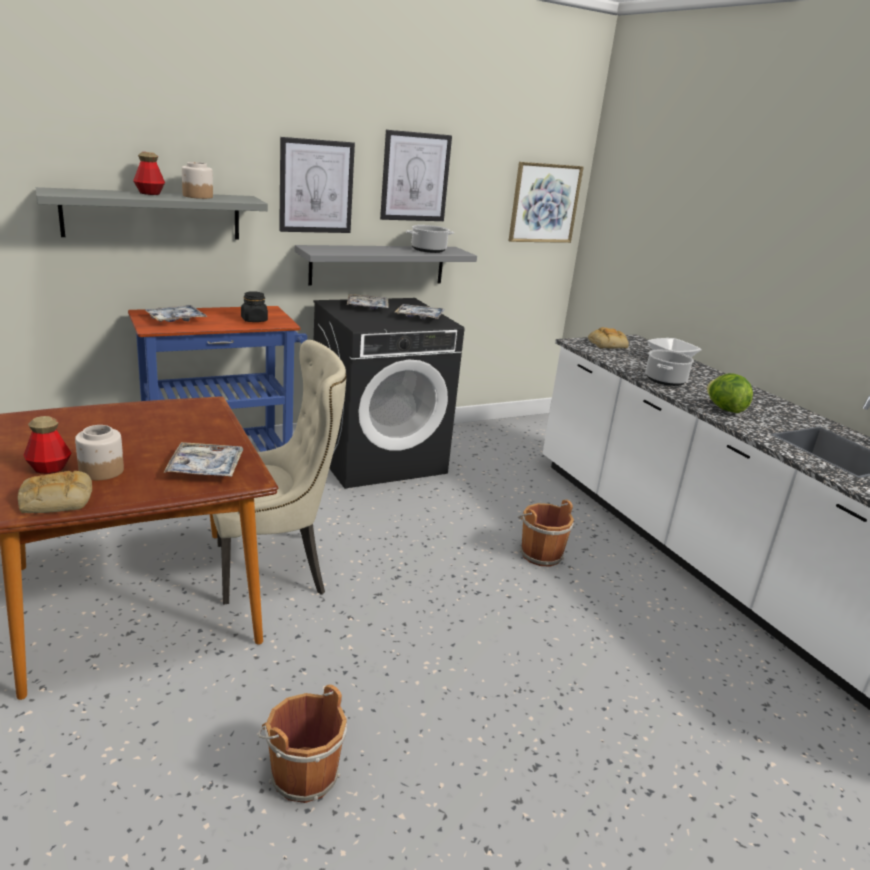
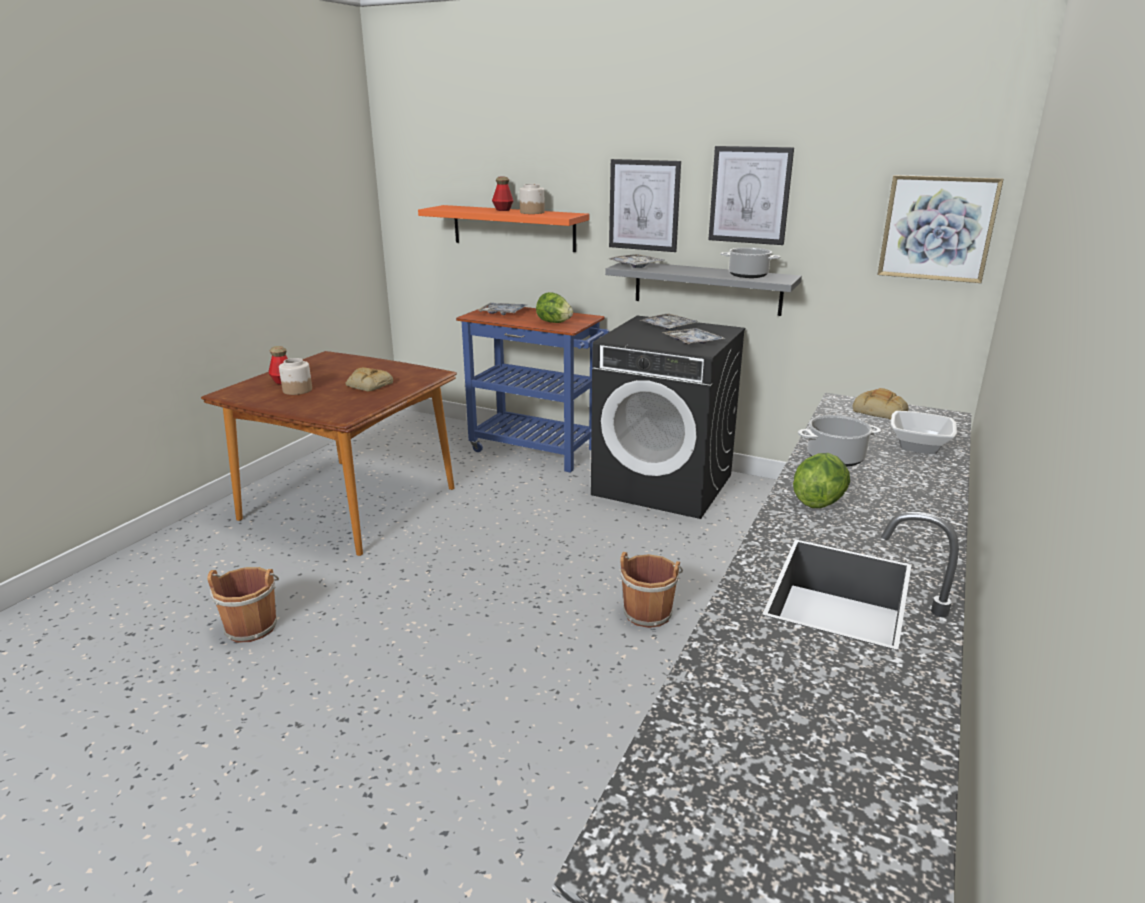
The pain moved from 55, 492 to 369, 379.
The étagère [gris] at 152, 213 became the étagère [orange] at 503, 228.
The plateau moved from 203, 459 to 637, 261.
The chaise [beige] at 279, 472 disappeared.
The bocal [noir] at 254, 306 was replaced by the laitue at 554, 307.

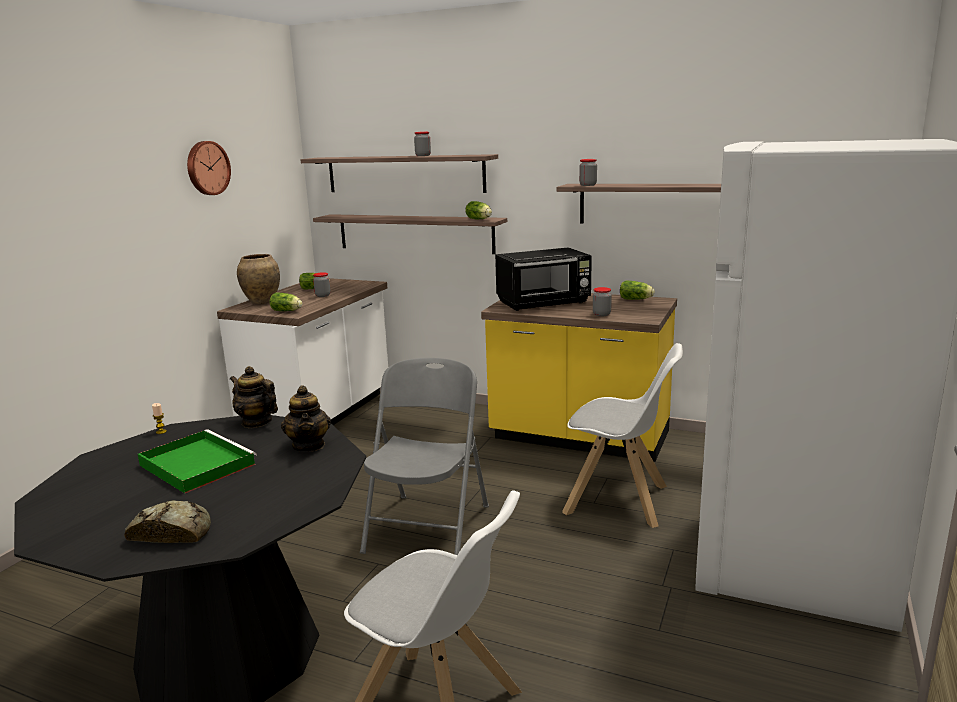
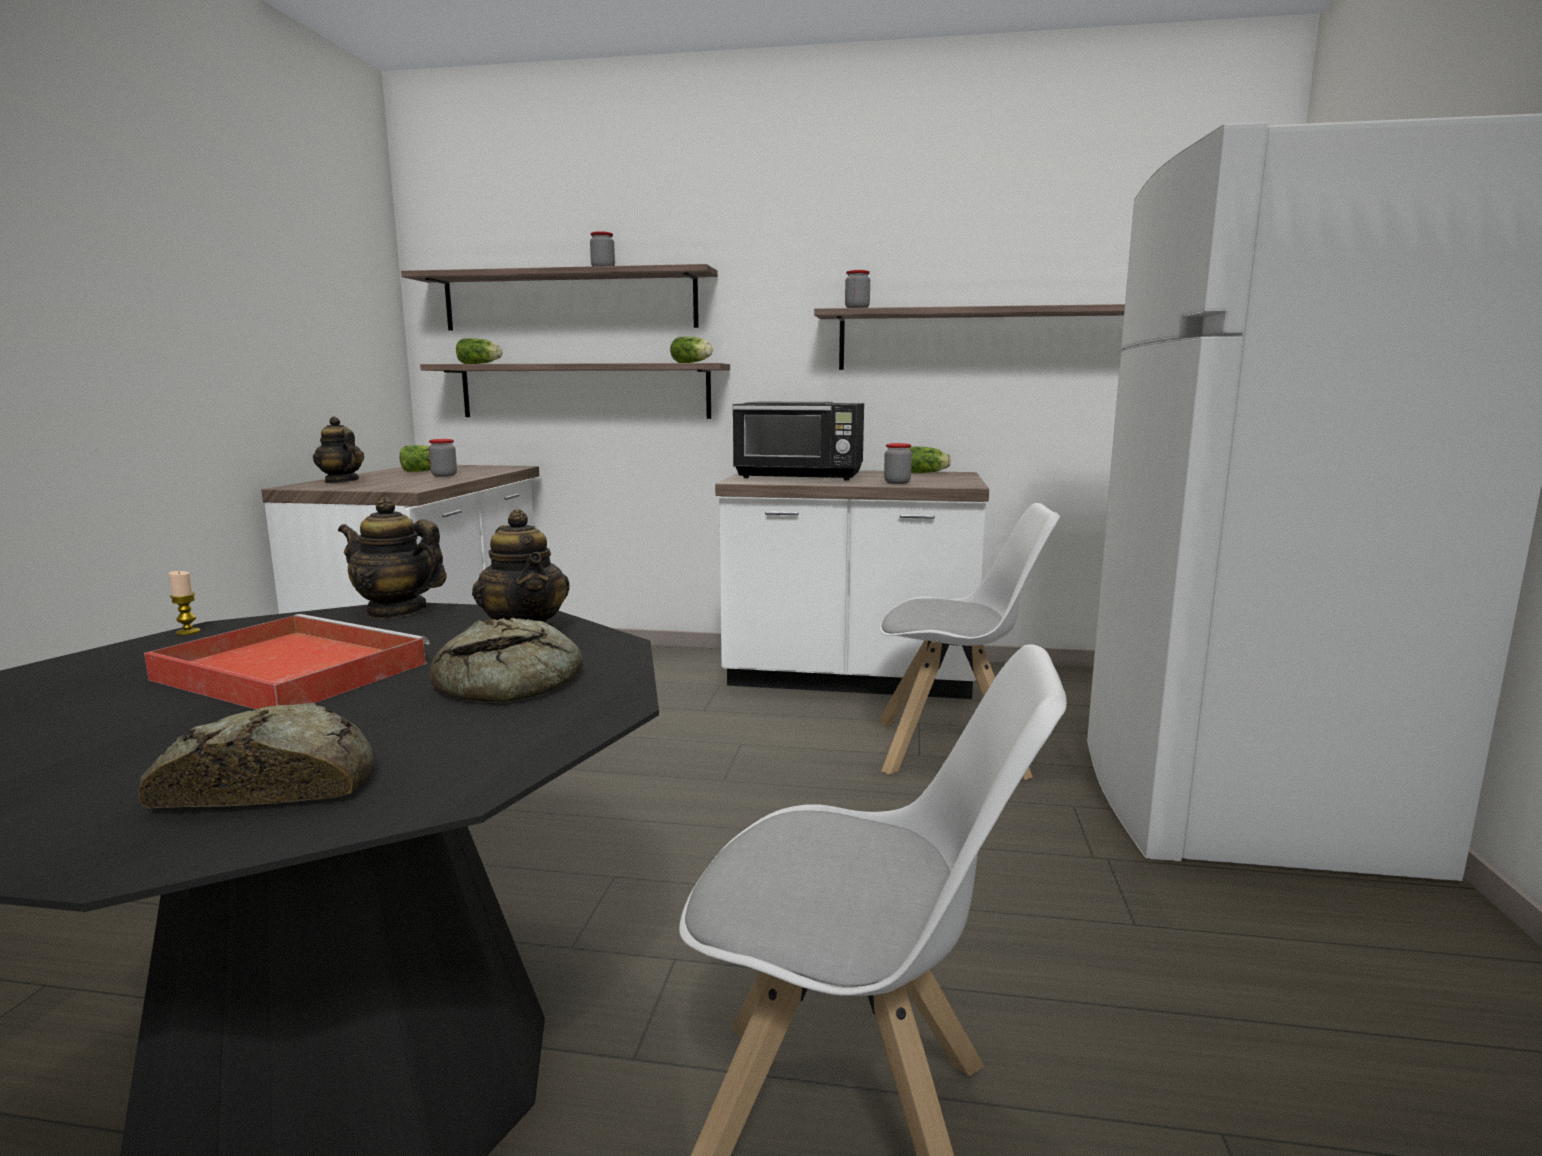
The plateau [vert] at 197, 461 became the plateau [rouge] at 287, 661.
The horloge murale at 209, 168 disappeared.
The vase [marron] at 258, 279 was replaced by the théière at 338, 450.
The laitue moved from 285, 301 to 479, 351.
The chaise [gris] at 424, 456 disappeared.
The comptoir de cuisine [jaune] at 579, 377 became the comptoir de cuisine [blanc] at 852, 584.
The micro-ondes [noir] at 543, 279 turned 45 degrees clockwise.
The pain at 505, 660 appeared.

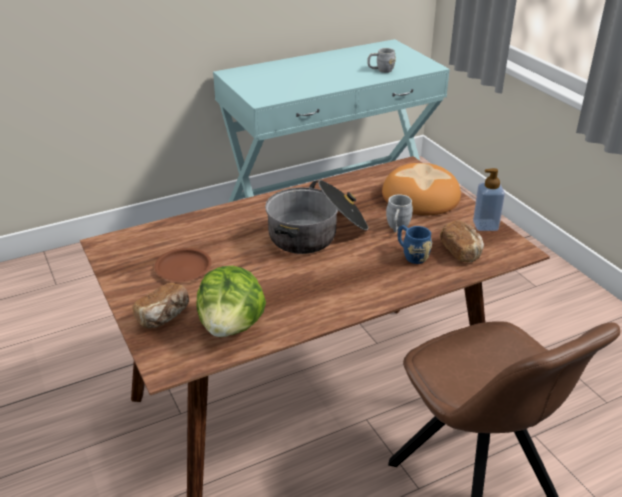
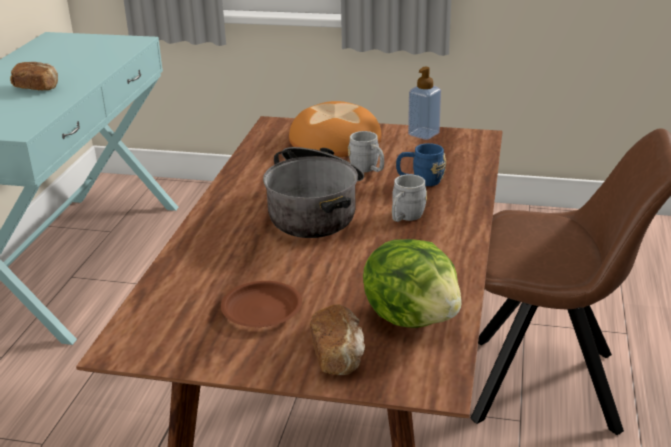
The mug [gris] moved from 381, 60 to 409, 198.
The pain moved from 462, 241 to 34, 76.

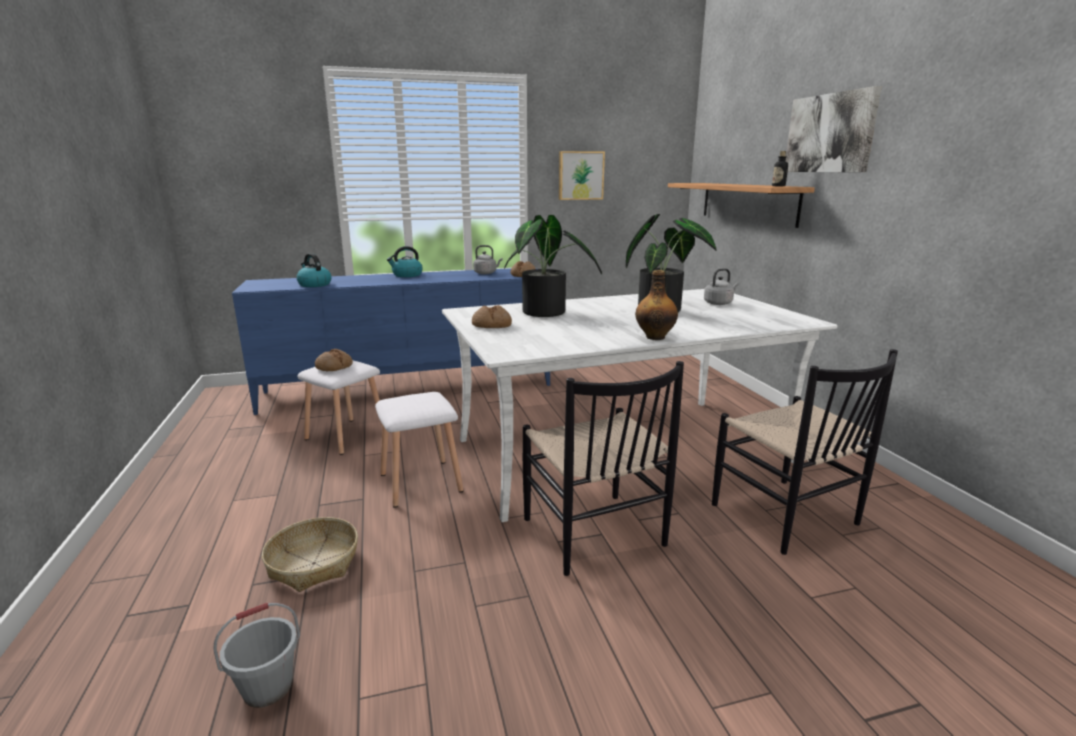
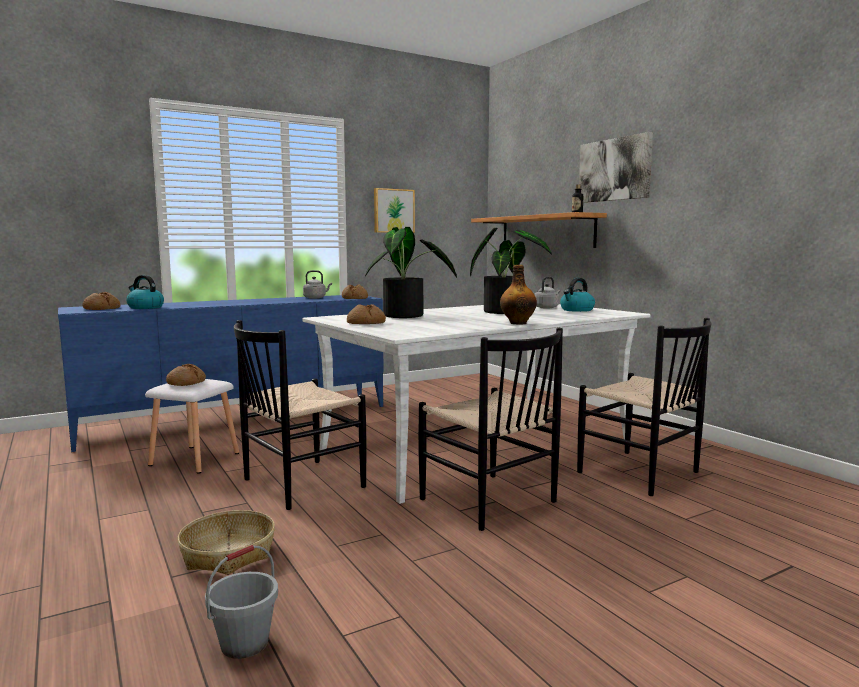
The tabouret [blanc] at 419, 450 was replaced by the chaise [noir] at 300, 415.
The bouilloire moved from 405, 261 to 577, 295.
The pain at 101, 301 appeared.

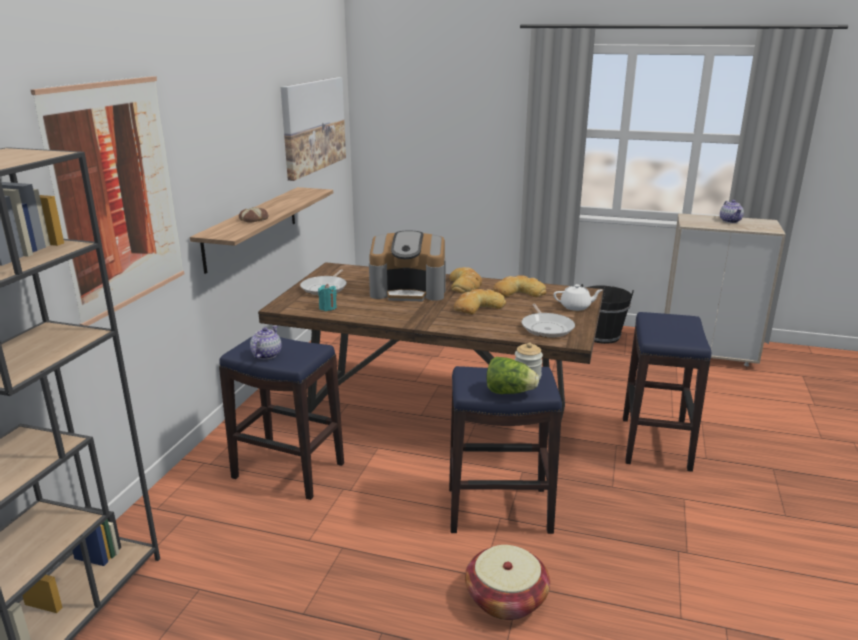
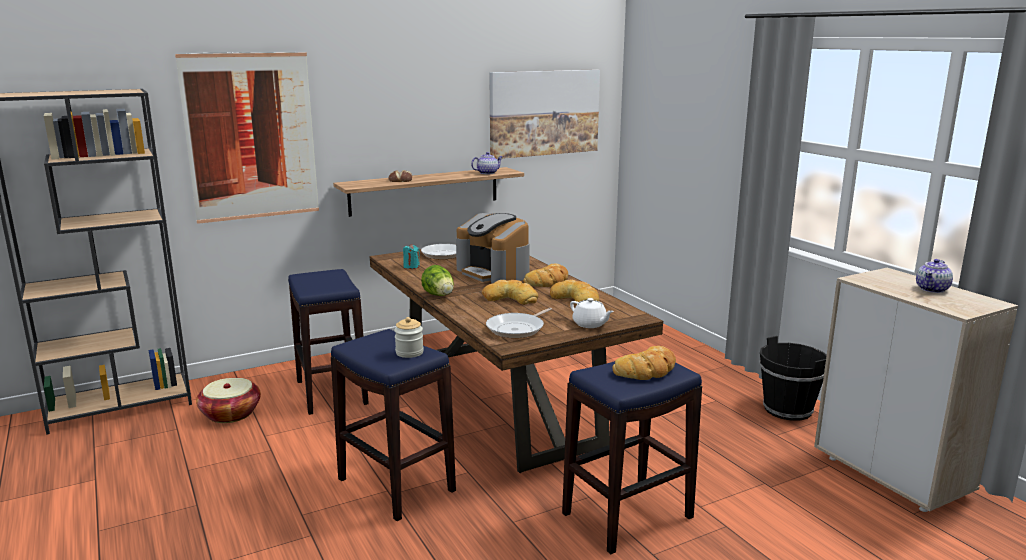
The théière moved from 266, 342 to 487, 163.
The panier moved from 507, 582 to 228, 400.
The laitue moved from 512, 375 to 437, 280.
The pain at 644, 363 appeared.

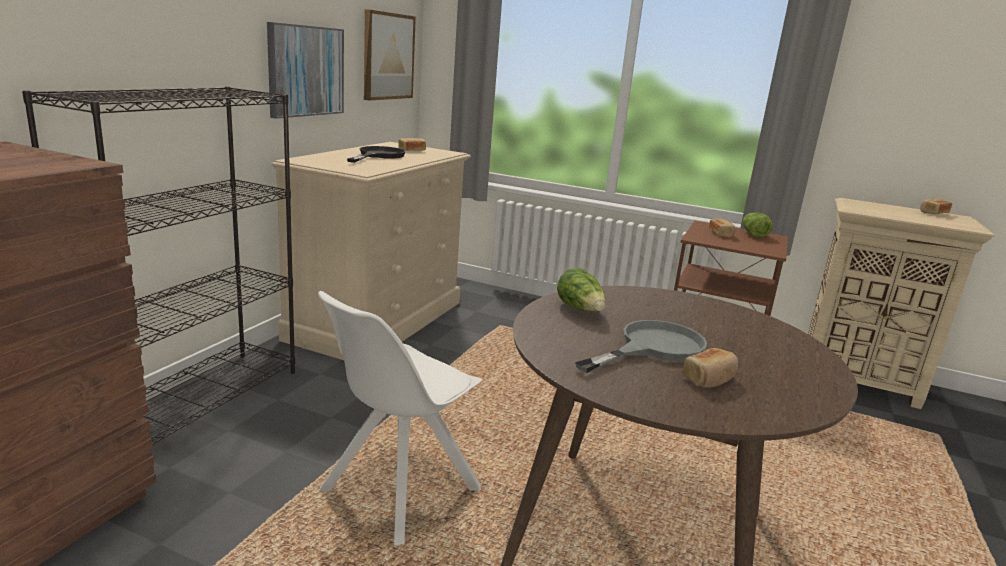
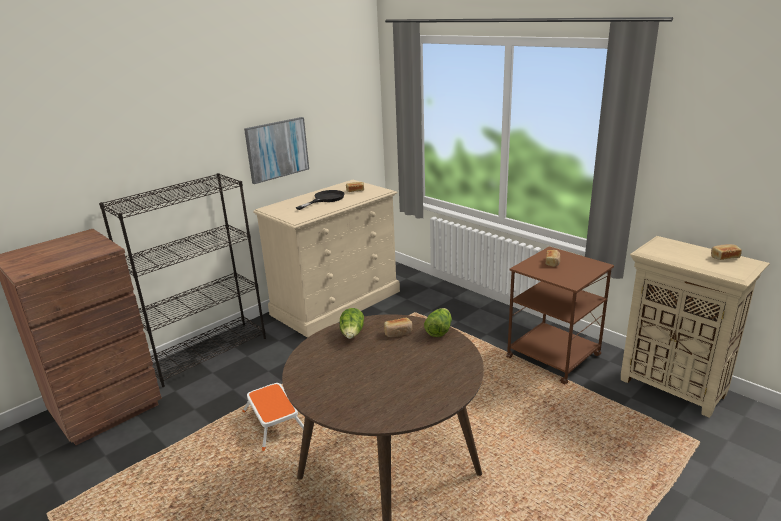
The chaise [blanc] at 400, 418 was replaced by the escabeau [orange] at 273, 417.
The tableau at 390, 54 disappeared.
The poêle [gris] at 641, 346 disappeared.
The pain moved from 710, 368 to 398, 327.
The laitue moved from 758, 225 to 438, 322.

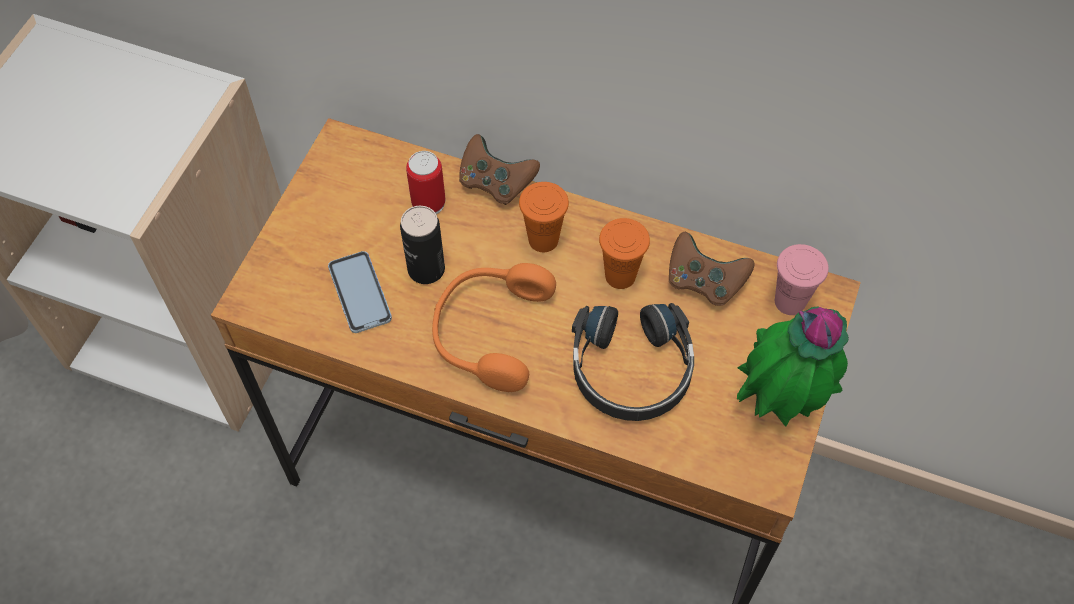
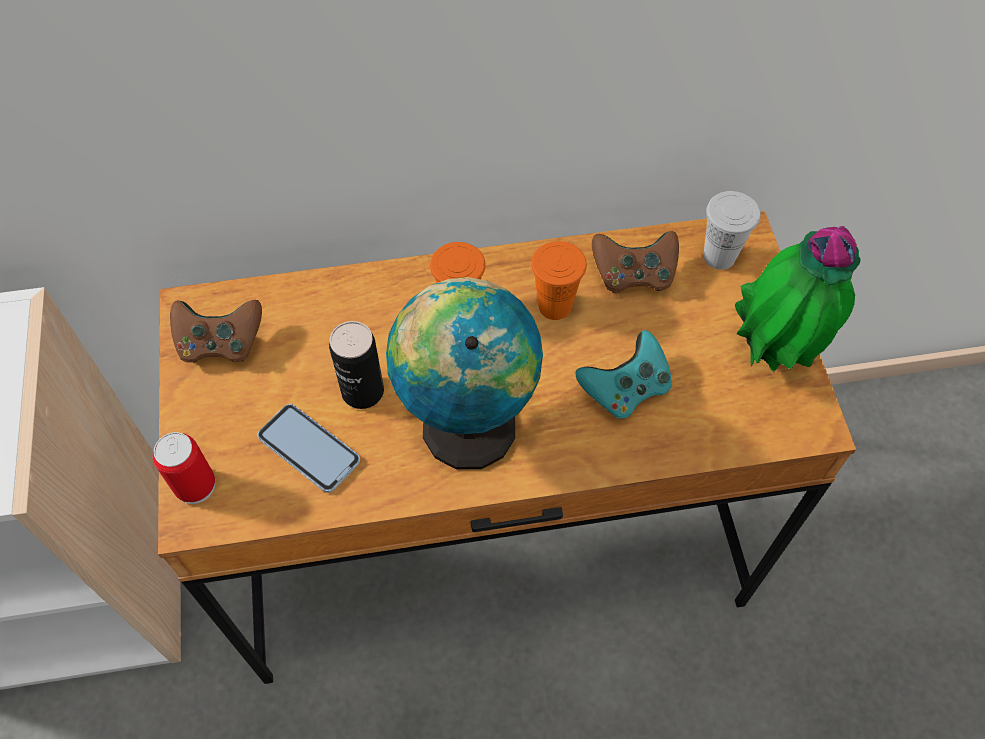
The boîte métallique moved from 425, 182 to 184, 468.
The casque audio [orange] at 494, 327 was replaced by the globe at 464, 373.
The manette [marron] moved from 499, 169 to 216, 331.
The casque audio [noir] at 633, 362 was replaced by the manette [turquoise] at 624, 374.
The tasse [rose] at 802, 279 became the tasse [blanc] at 732, 230.

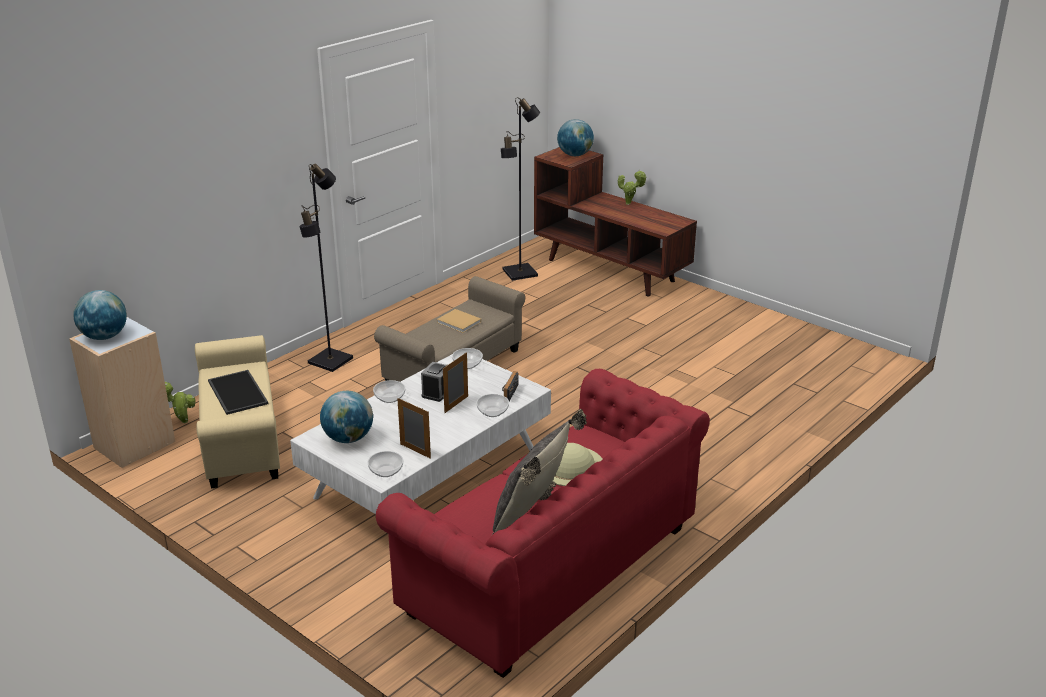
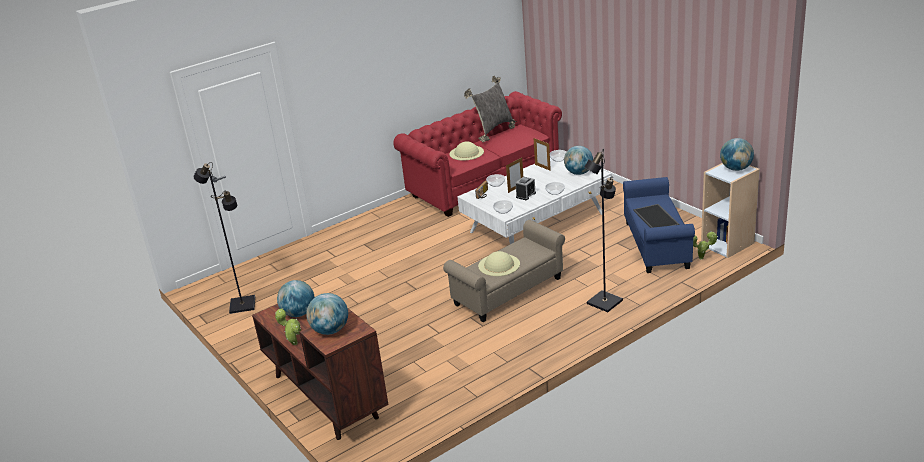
The pouf [beige] at 237, 411 became the pouf [bleu] at 659, 225.
The livre [beige] at 459, 321 was replaced by the chapeau [beige] at 499, 263.
The lampadaire [noir] moved from 520, 189 to 224, 238.
The globe at 296, 298 appeared.

